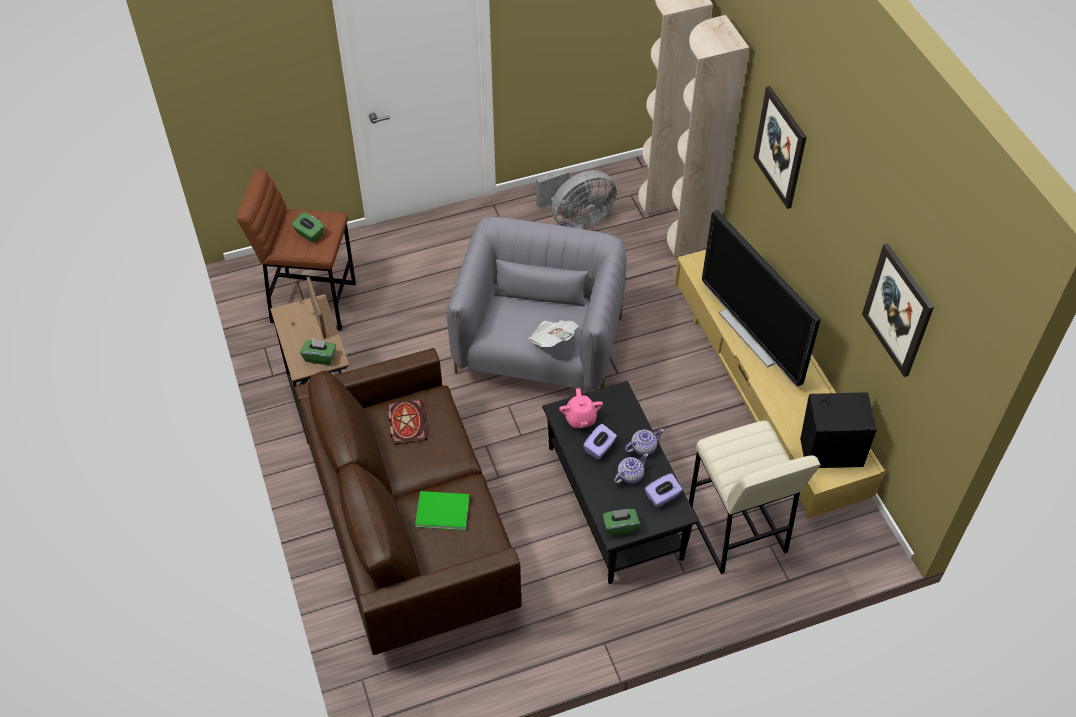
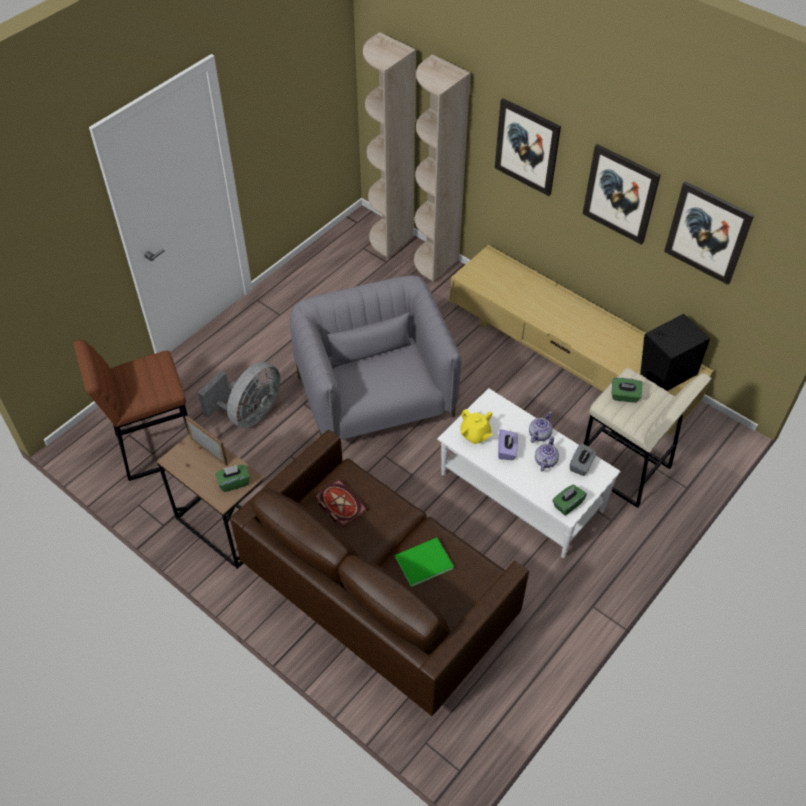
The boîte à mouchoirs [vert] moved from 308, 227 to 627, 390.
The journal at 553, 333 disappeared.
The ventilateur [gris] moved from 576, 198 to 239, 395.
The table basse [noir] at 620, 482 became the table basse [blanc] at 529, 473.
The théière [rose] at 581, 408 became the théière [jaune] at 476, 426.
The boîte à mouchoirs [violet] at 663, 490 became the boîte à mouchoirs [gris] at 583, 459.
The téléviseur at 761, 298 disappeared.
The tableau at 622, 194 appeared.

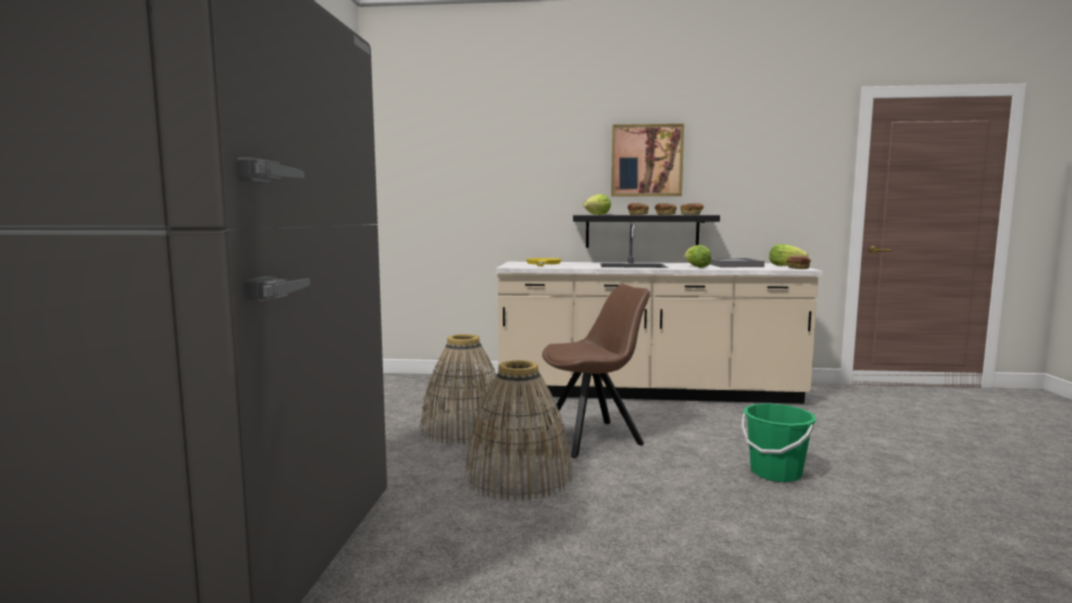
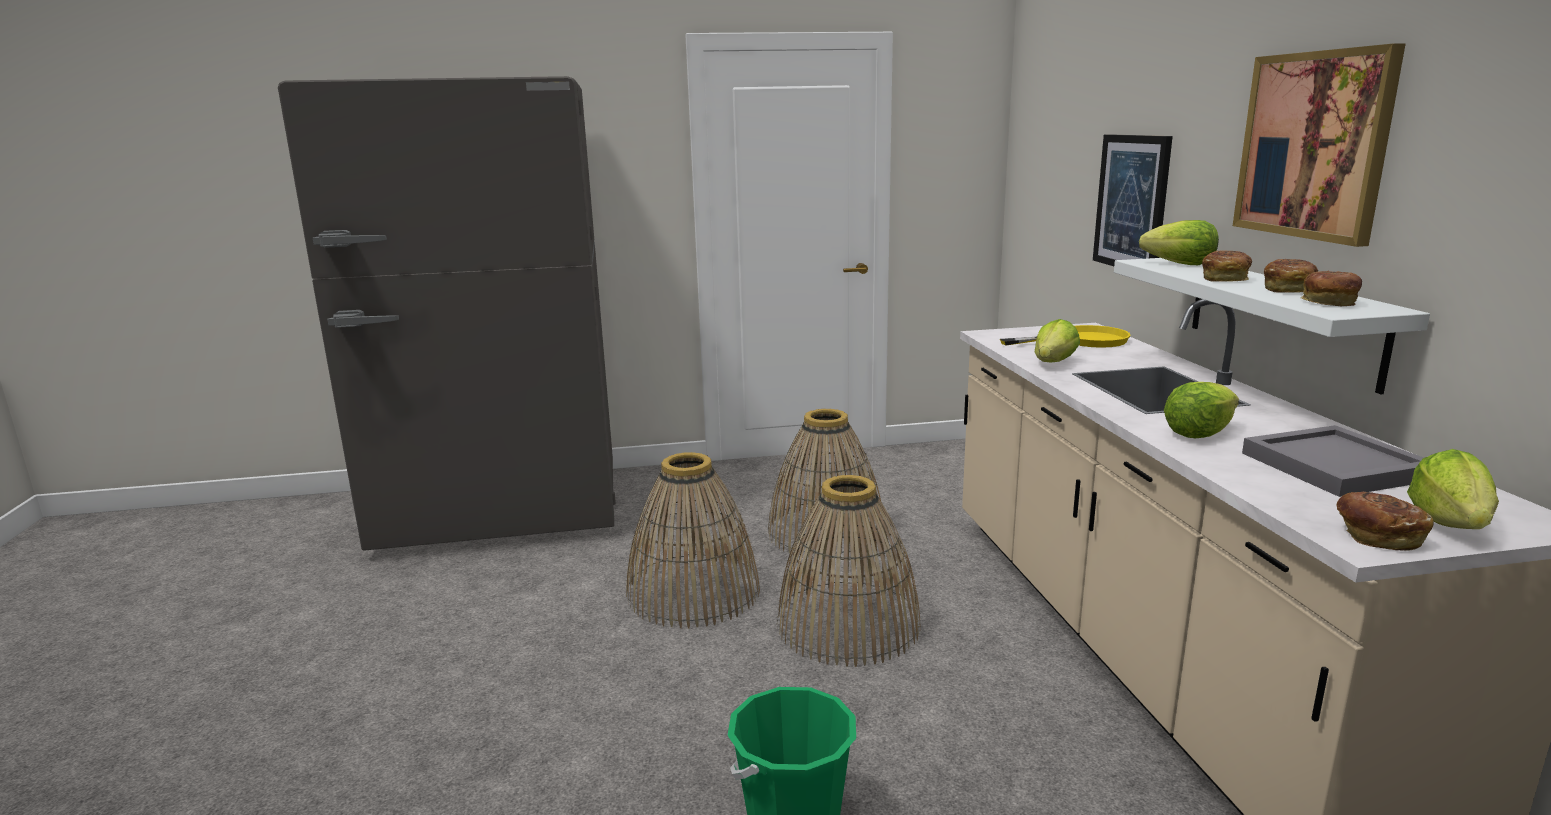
The chaise [marron] at 596, 371 was replaced by the panier at 849, 571.
The étagère [noir] at 646, 231 became the étagère [blanc] at 1272, 326.
The laitue at 1057, 340 appeared.
The tableau at 1133, 200 appeared.

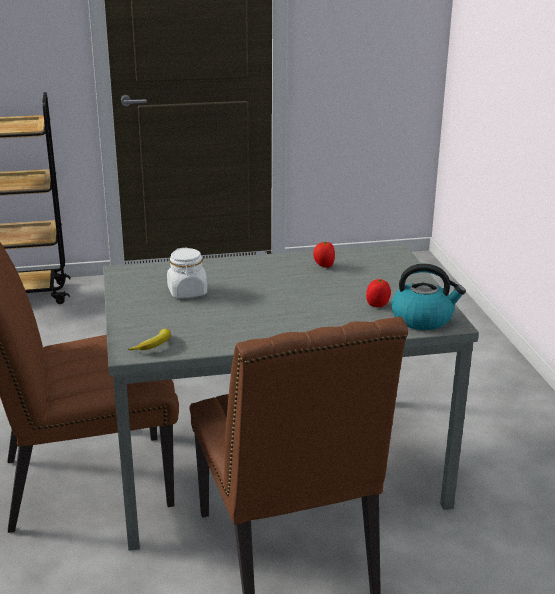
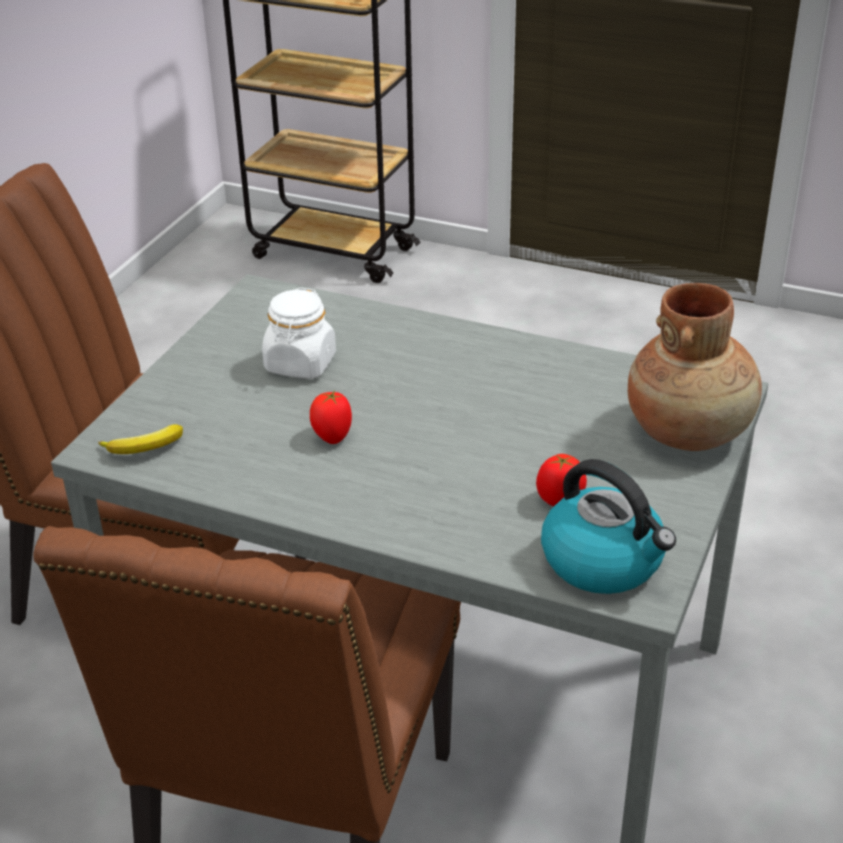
The tomate moved from 324, 254 to 331, 417.
The vase [marron] at 695, 367 appeared.

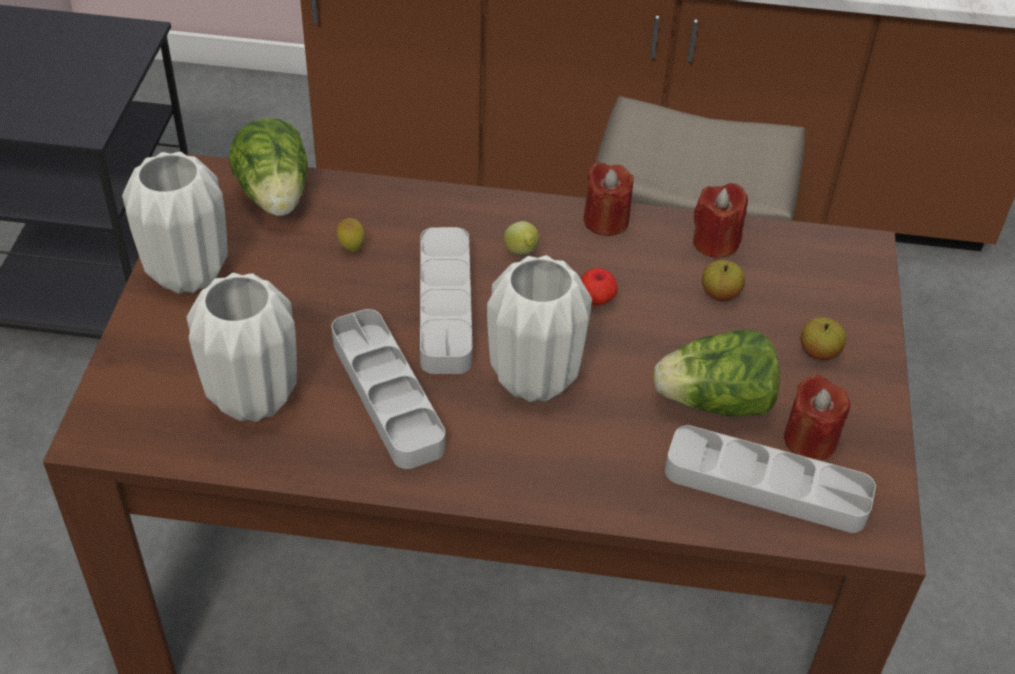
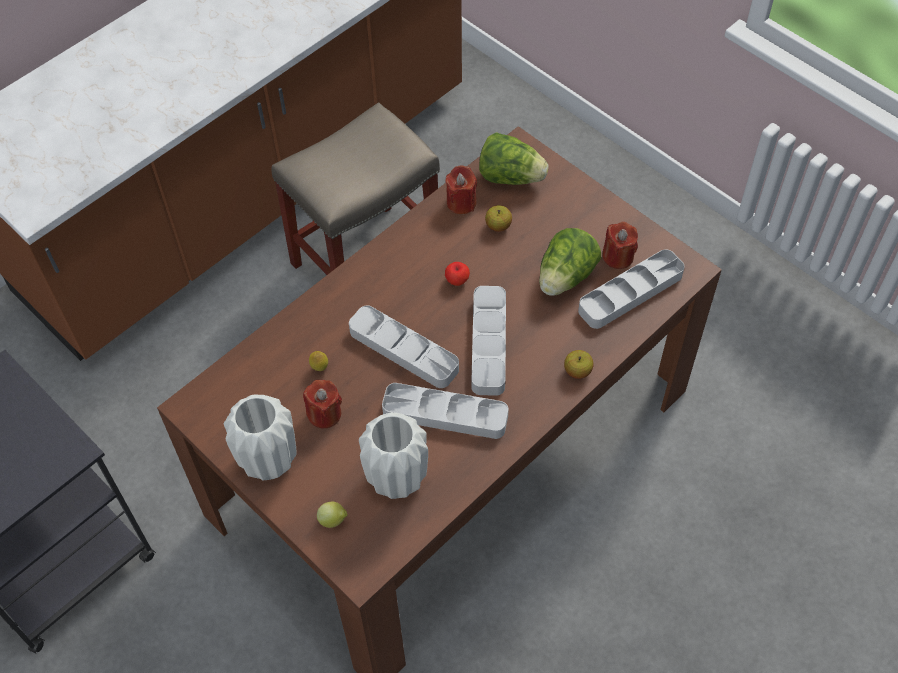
The laitue moved from 268, 167 to 514, 158.
The vase [blanc] at 539, 328 was replaced by the plateau [gris] at 488, 341.
The citron moved from 521, 238 to 332, 515.
The bougie [rouge] moved from 608, 199 to 322, 404.
The pomme moved from 823, 338 to 579, 364.

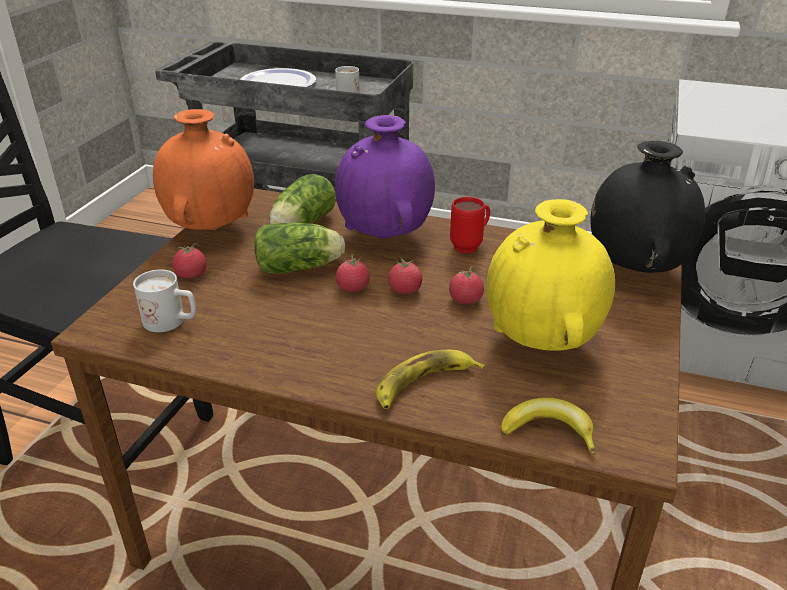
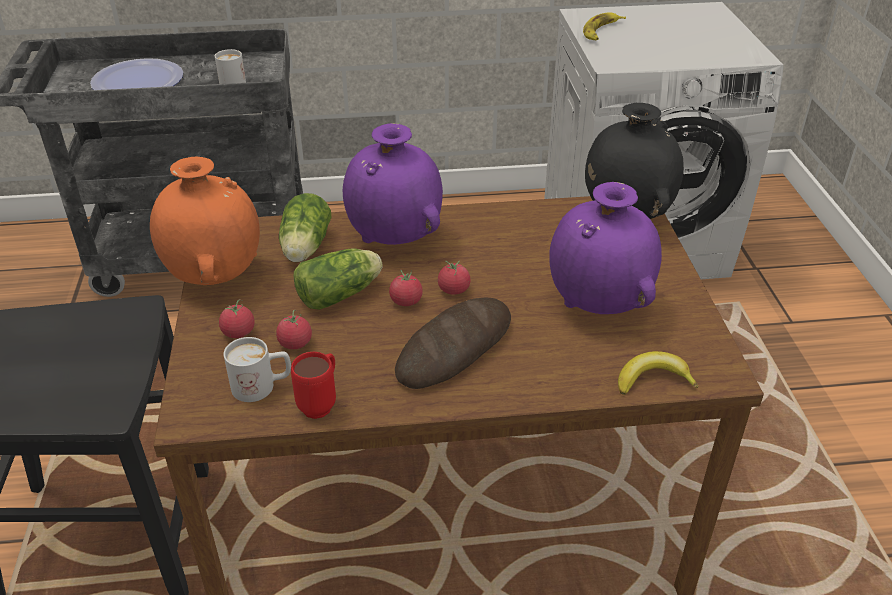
The banane moved from 431, 379 to 604, 26.
The tomate moved from 466, 285 to 294, 329.
The mug [rouge] moved from 470, 225 to 313, 385.
The vase [jaune] at 551, 275 became the vase [violet] at 605, 248.
The pain at 453, 343 appeared.

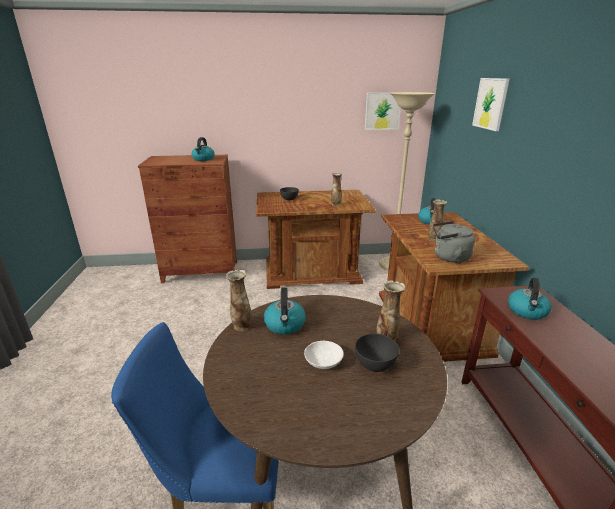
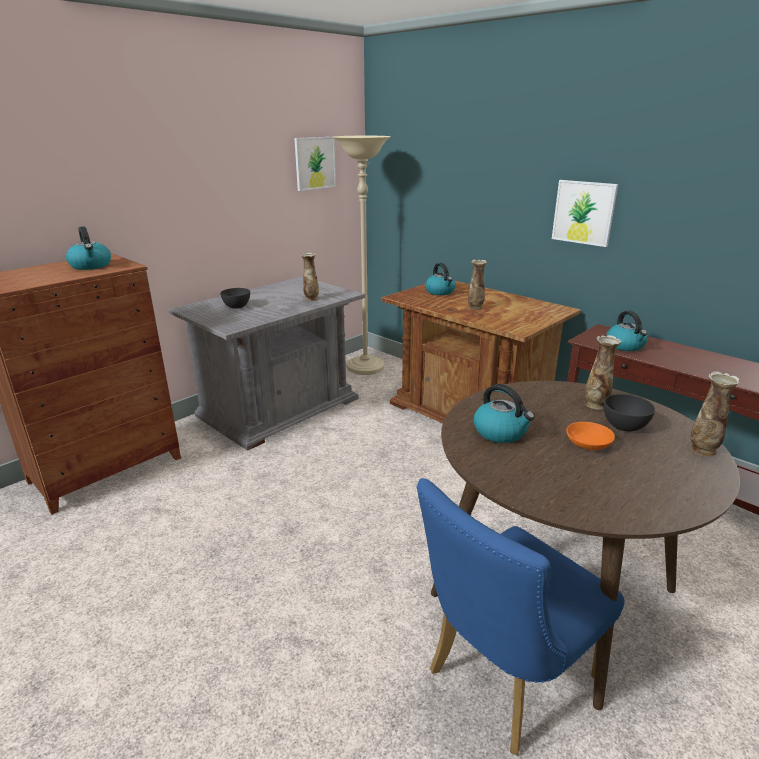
The vase moved from 239, 300 to 715, 414.
The meuble de rangement [marron] at 316, 239 became the meuble de rangement [gris] at 266, 363.
The bol [blanc] at 324, 355 became the bol [orange] at 590, 436.
The bouilloire [gris] at 454, 242 disappeared.
The tableau moved from 490, 104 to 585, 213.

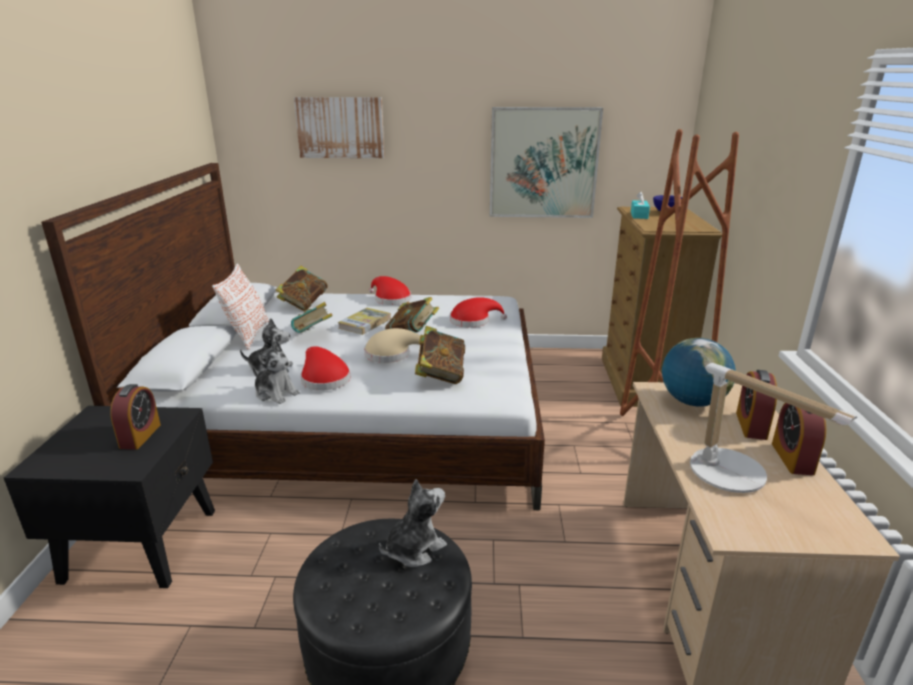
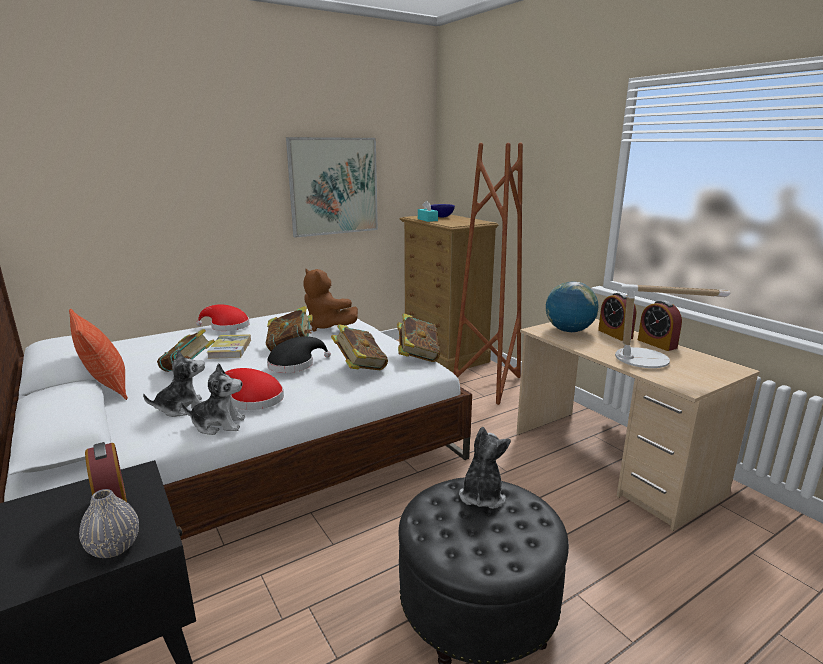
The coussin [blanc] at 240, 306 became the coussin [orange] at 98, 354.
The livre moved from 302, 288 to 418, 337.
The tableau at 339, 127 disappeared.
The chapeau [beige] at 392, 345 became the chapeau [noir] at 299, 354.
The chapeau [rouge] at 478, 312 was replaced by the peluche [marron] at 330, 300.
The vase [gris] at 109, 523 appeared.

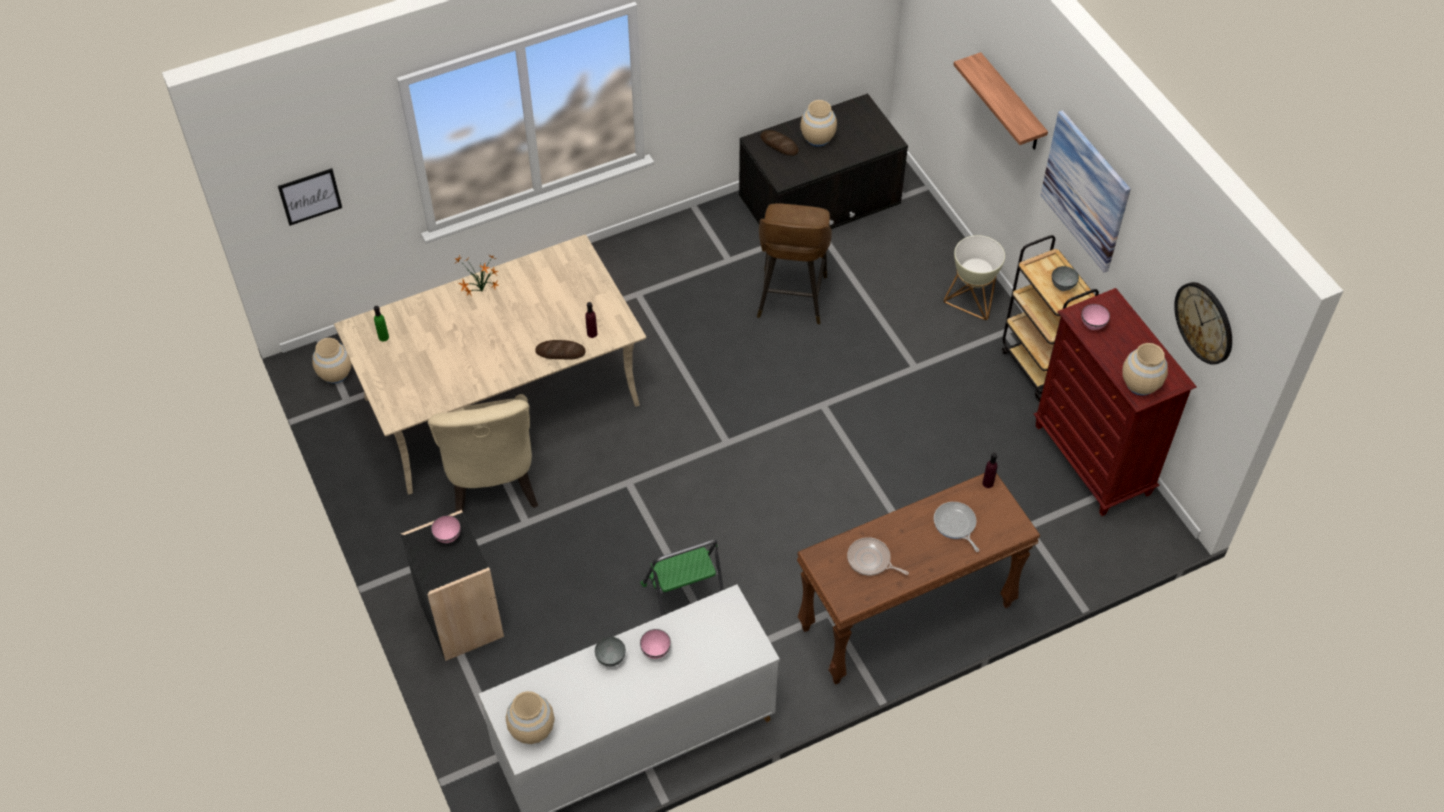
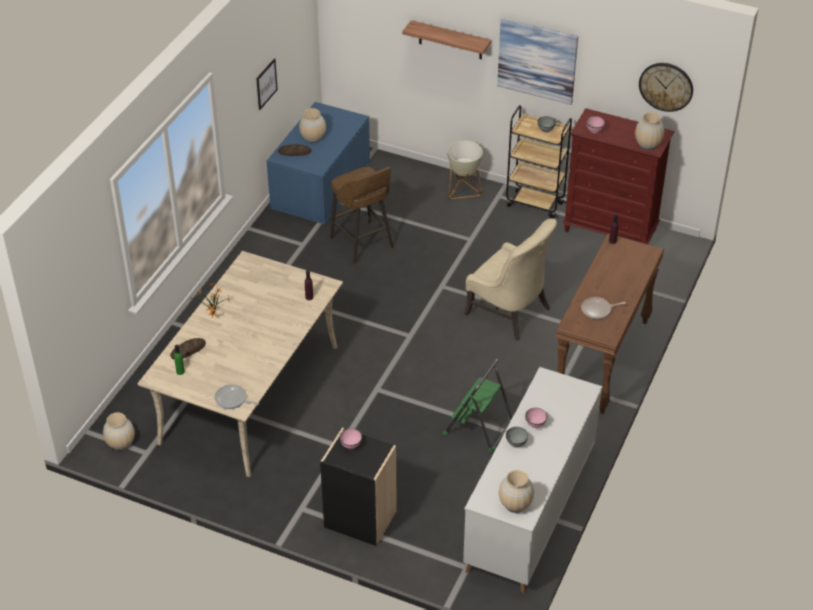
The tableau moved from 310, 197 to 267, 84.
The chaise [beige] moved from 483, 453 to 510, 279.
The pain moved from 560, 350 to 188, 348.
The meuble de rangement [noir] at 823, 161 became the meuble de rangement [bleu] at 318, 163.
The poêle moved from 956, 527 to 237, 397.

